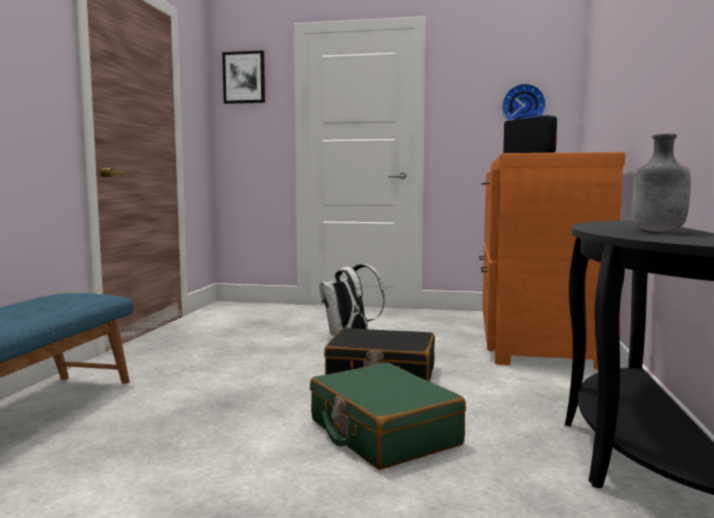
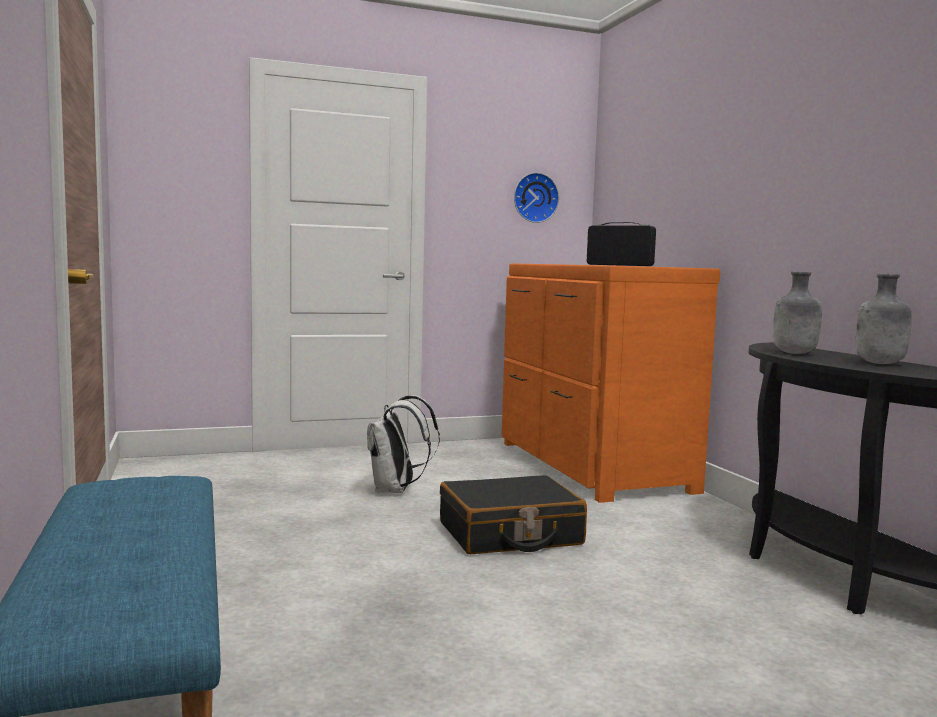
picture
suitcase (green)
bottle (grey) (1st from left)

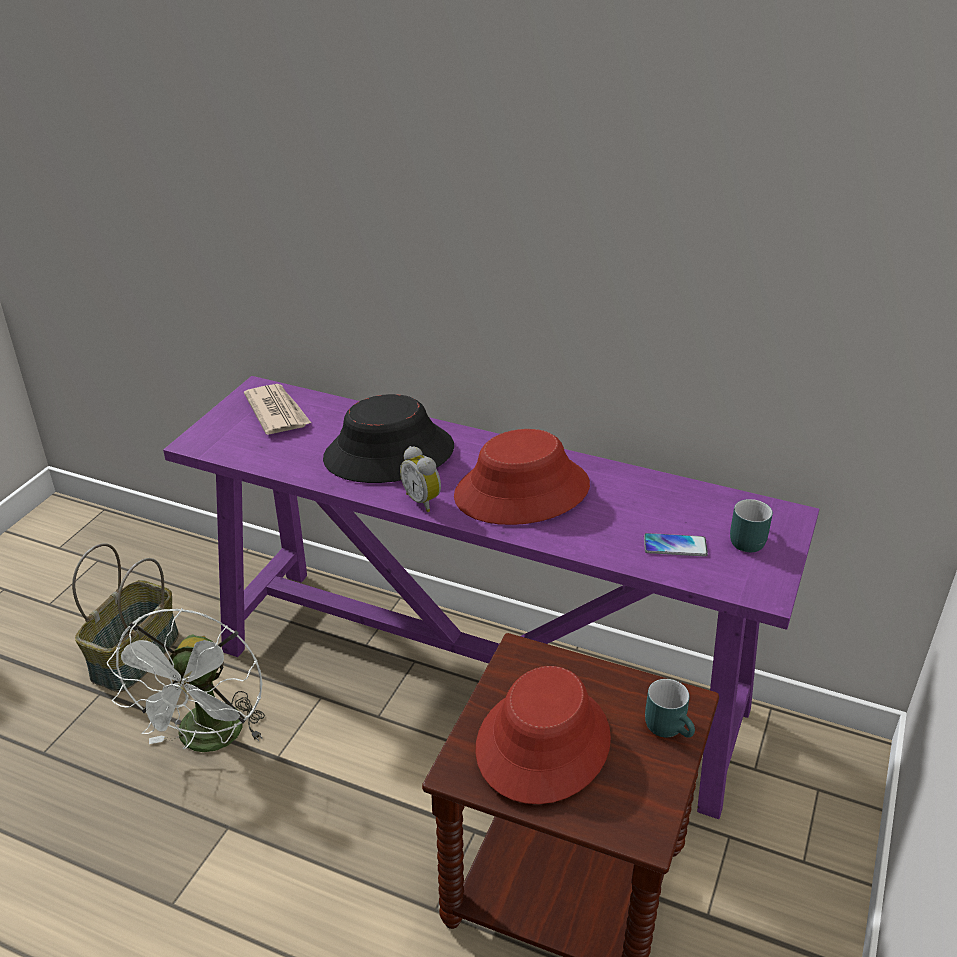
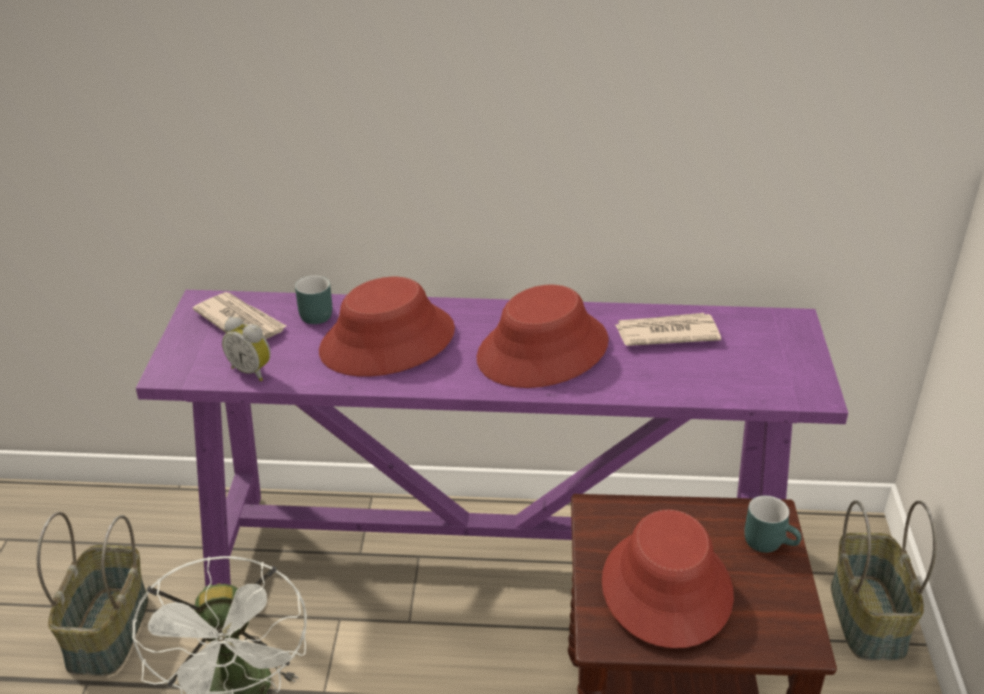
phone
newspaper (2nd from left)
basket (2nd from left)
alarm clock
mug (turquoise) (1st from left)
hat (red) (1st from left)

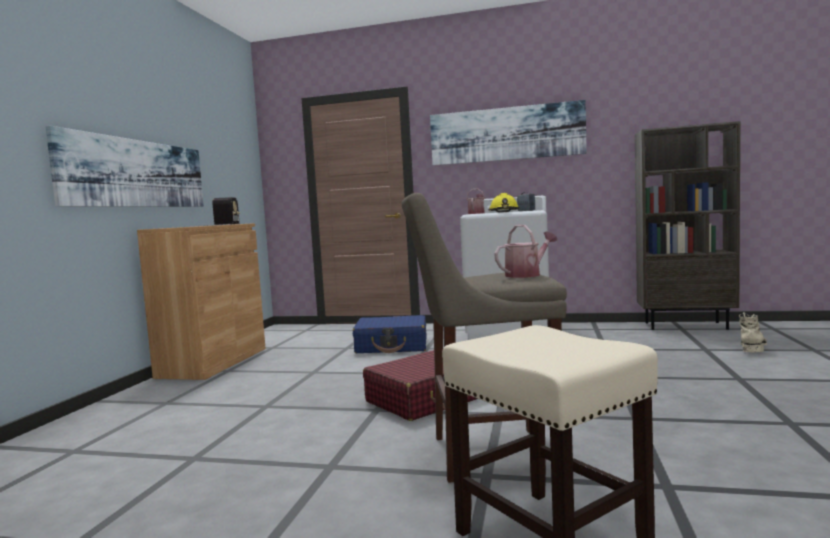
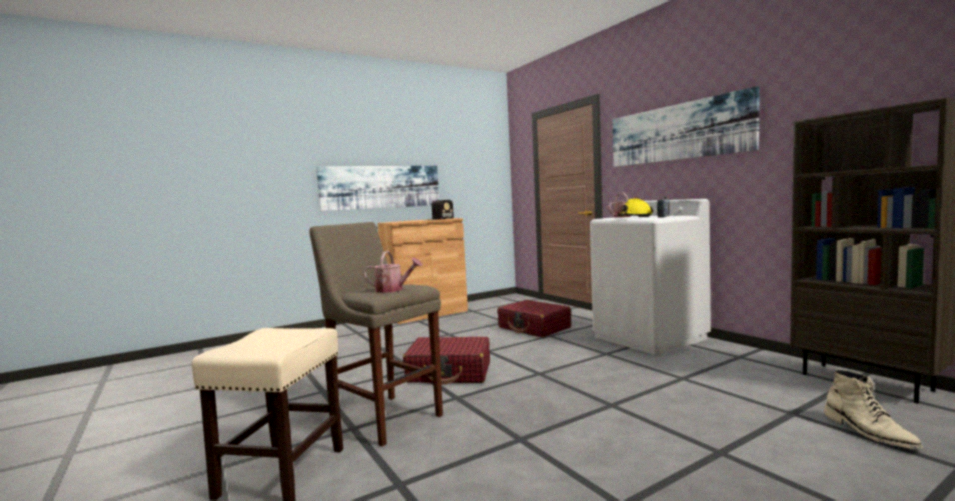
suitcase (red) (2nd from left)
boot (beige)

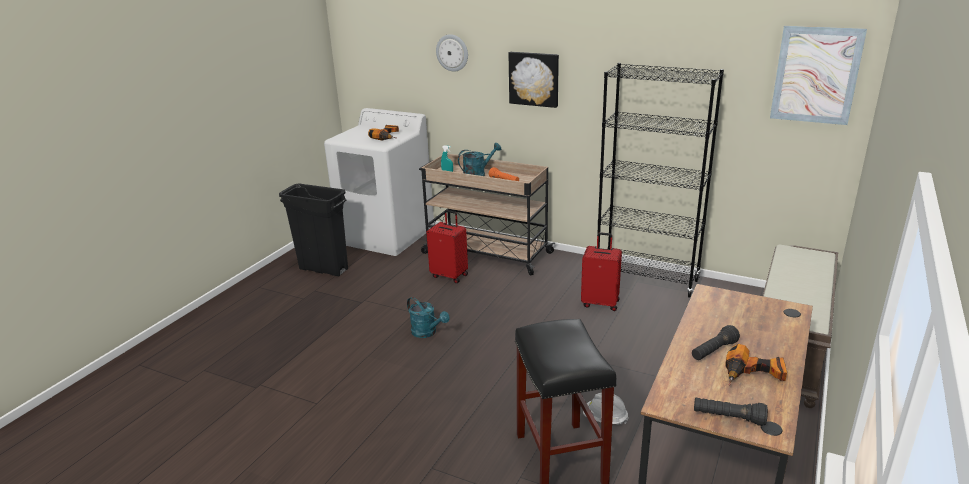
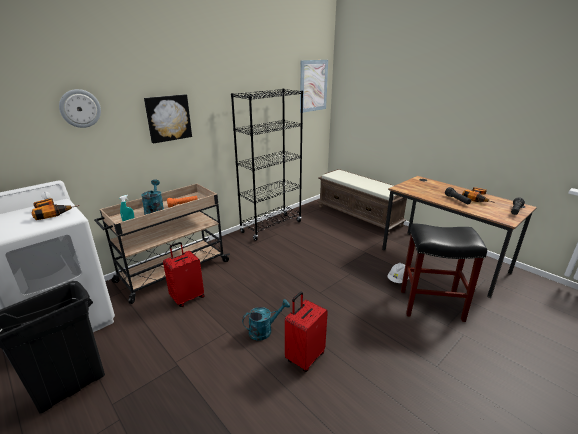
suitcase (red) (2nd from left)

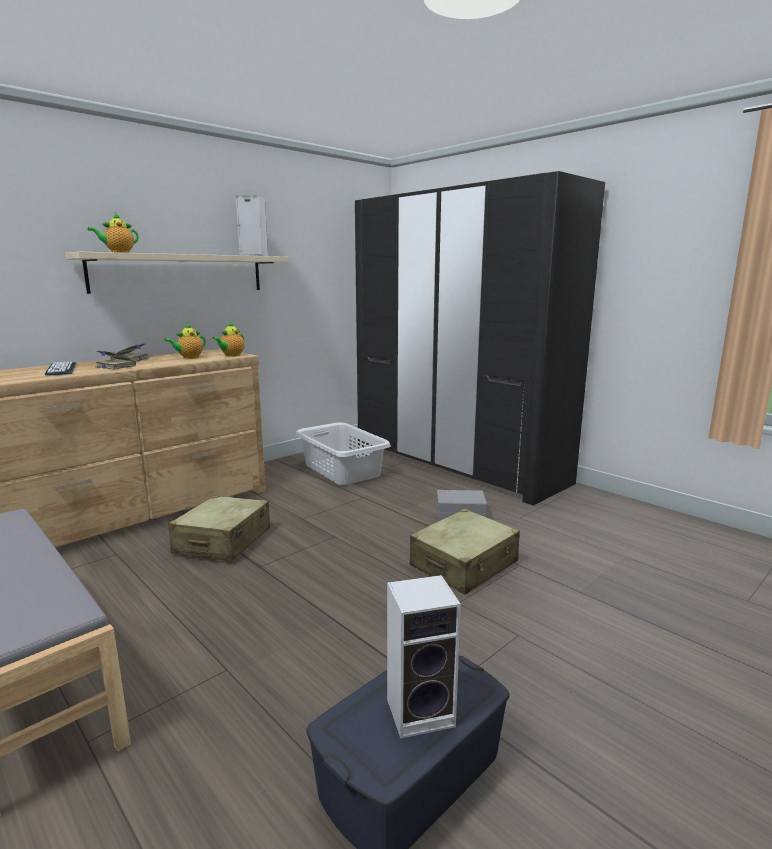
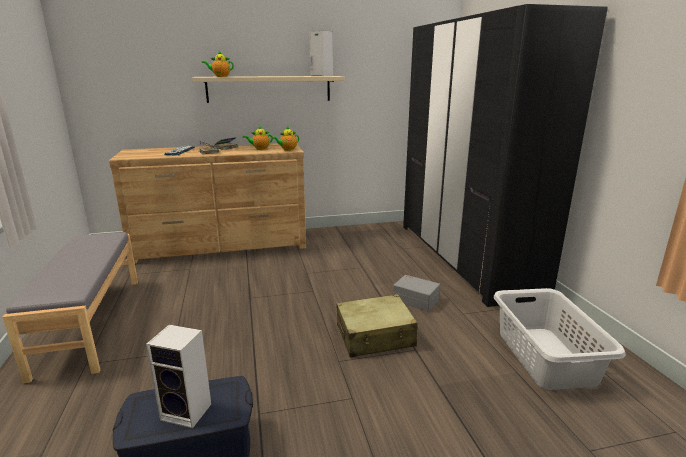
suitcase (beige) (1st from left in the first image)
laundry basket (grey)

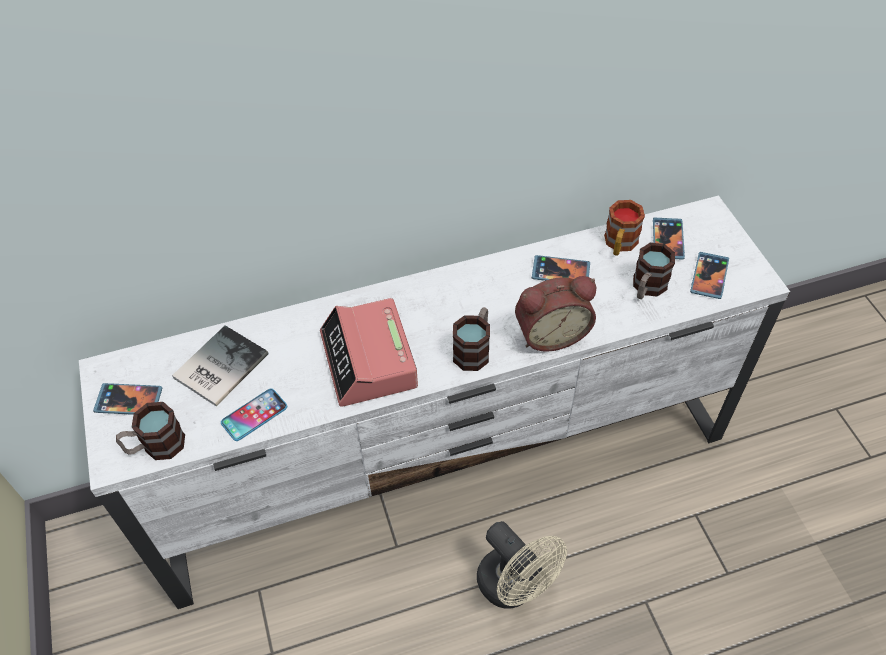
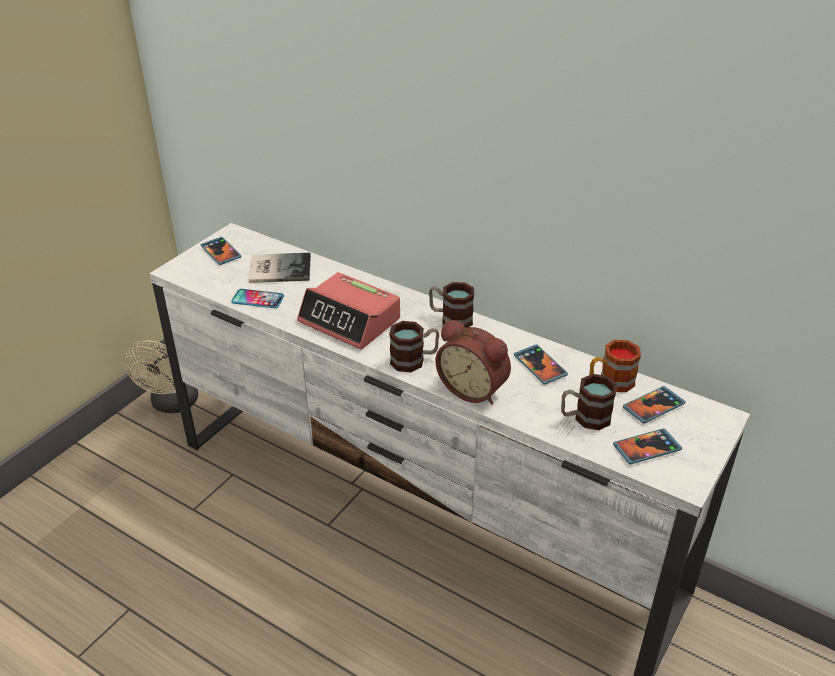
mug (2nd from left)
fan (beige)
alarm clock (1st from left)

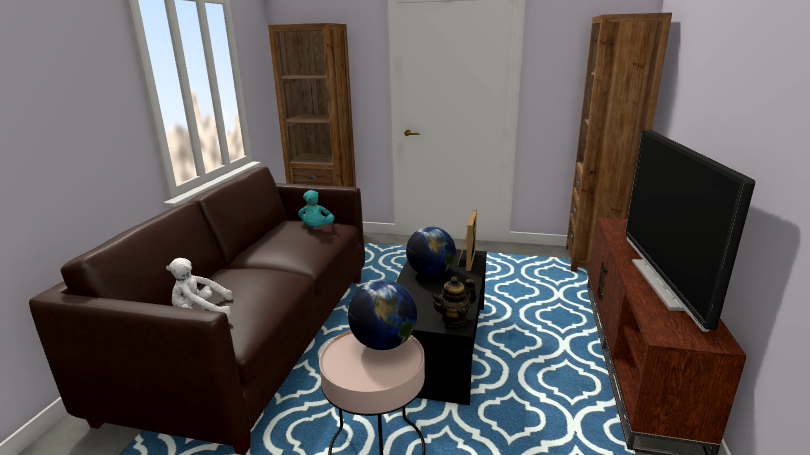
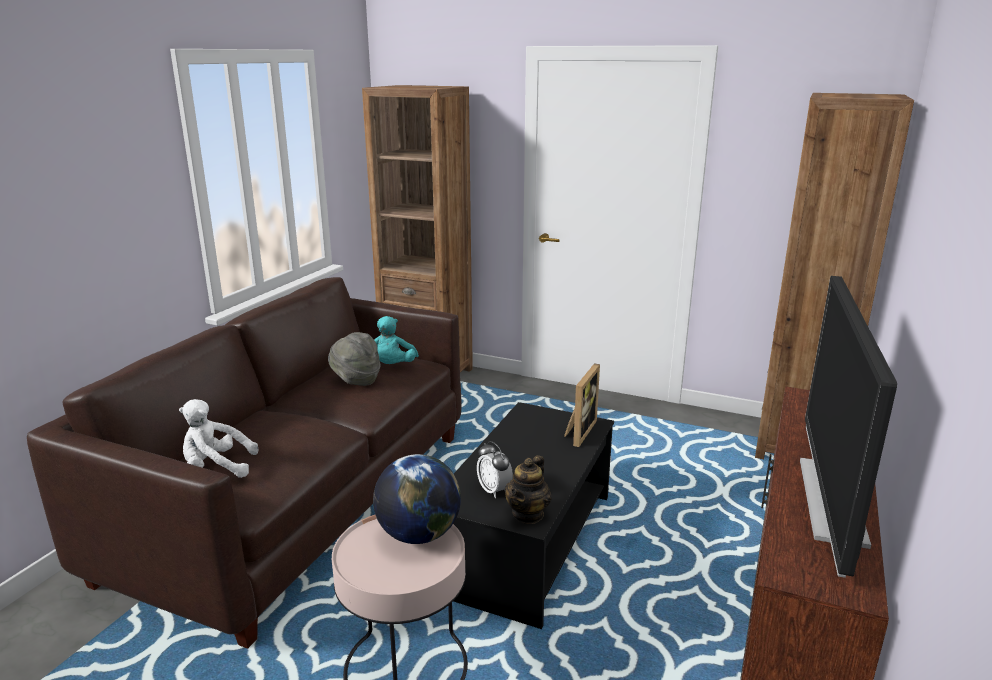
globe (2nd from left in the first image)
hat (grey)
alarm clock
teapot

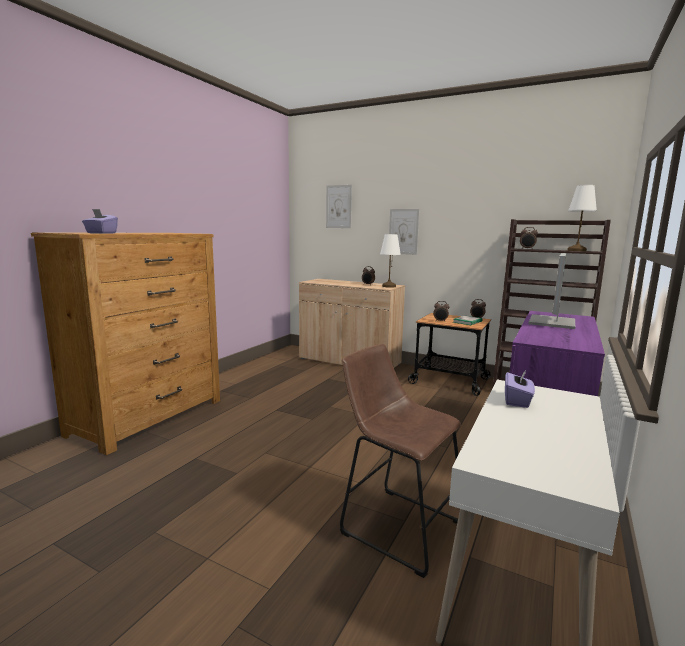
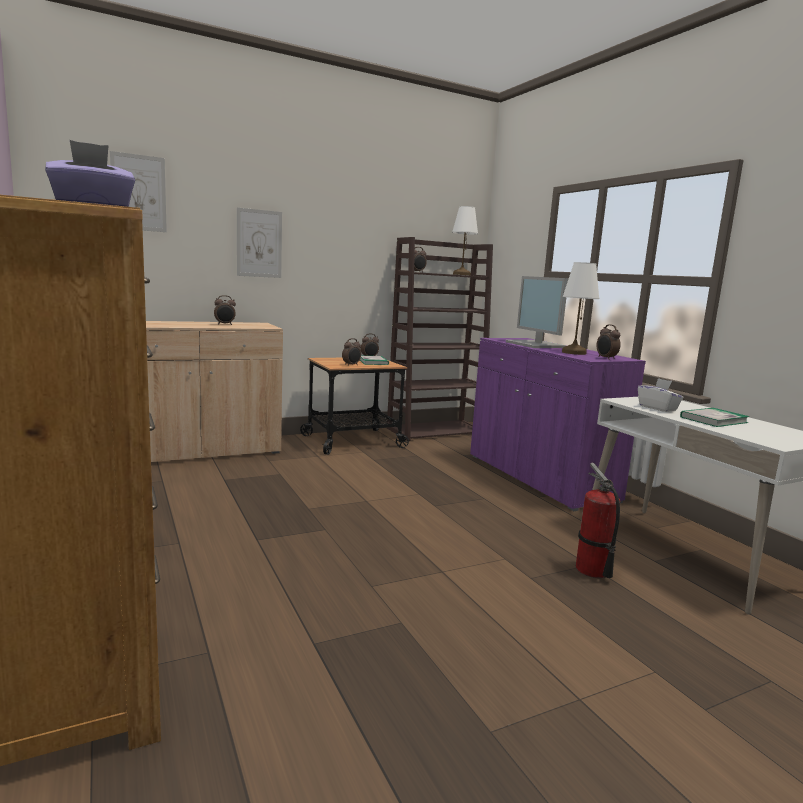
alarm clock (5th from left)
book (2nd from left)
table lamp (white) (2nd from left)
fire extinguisher
tissue box (white)

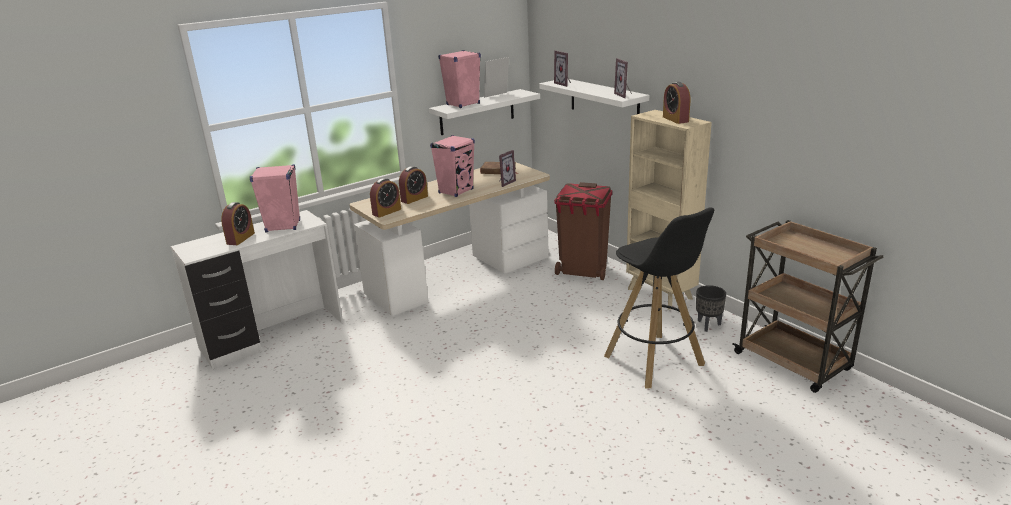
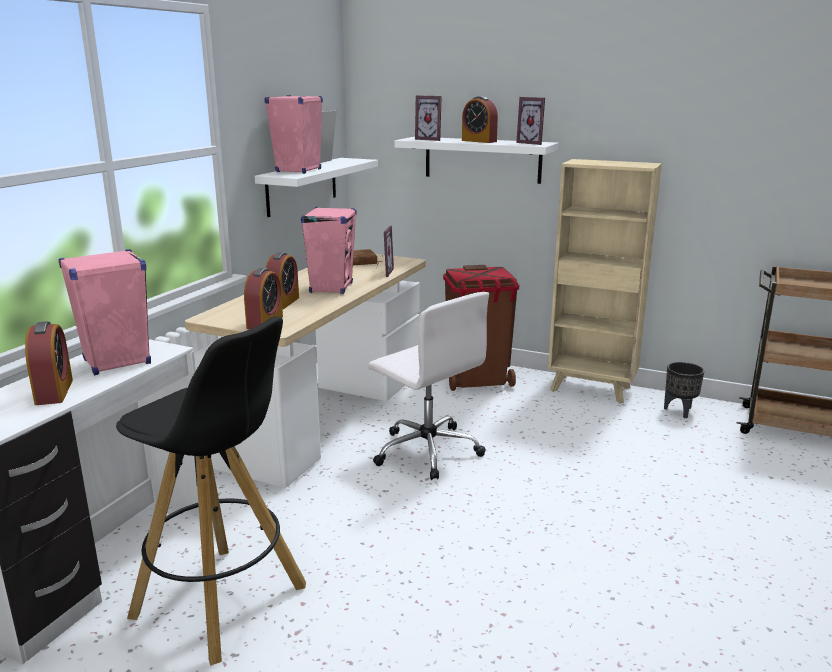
office chair (white)
stool (black)
alarm clock (4th from left)

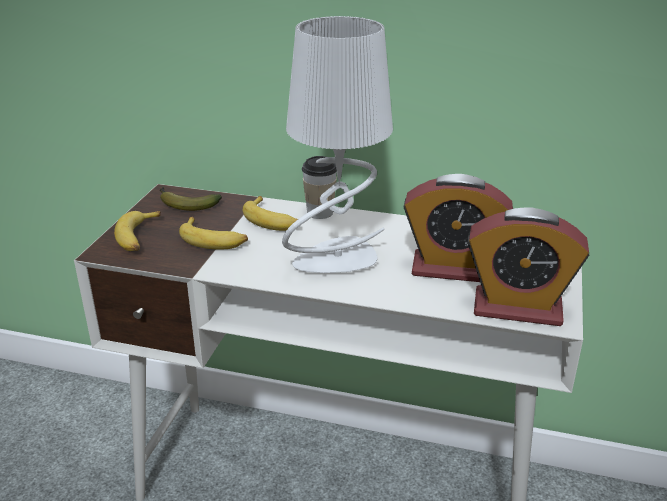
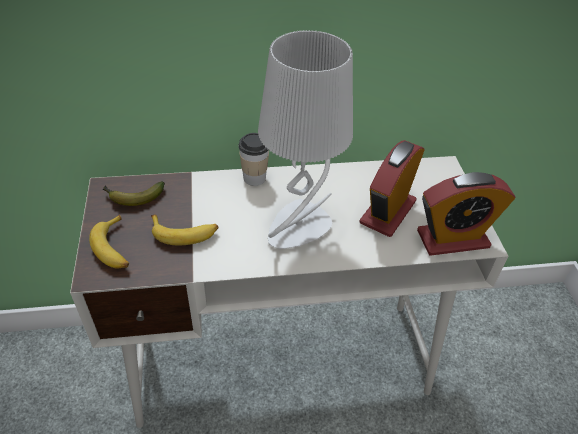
banana (4th from left in the first image)
alarm clock (1st from left)

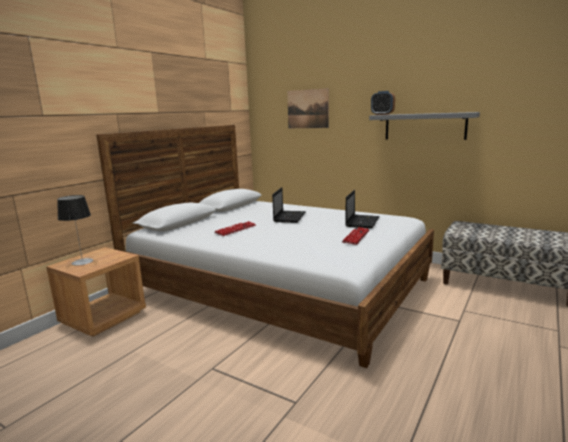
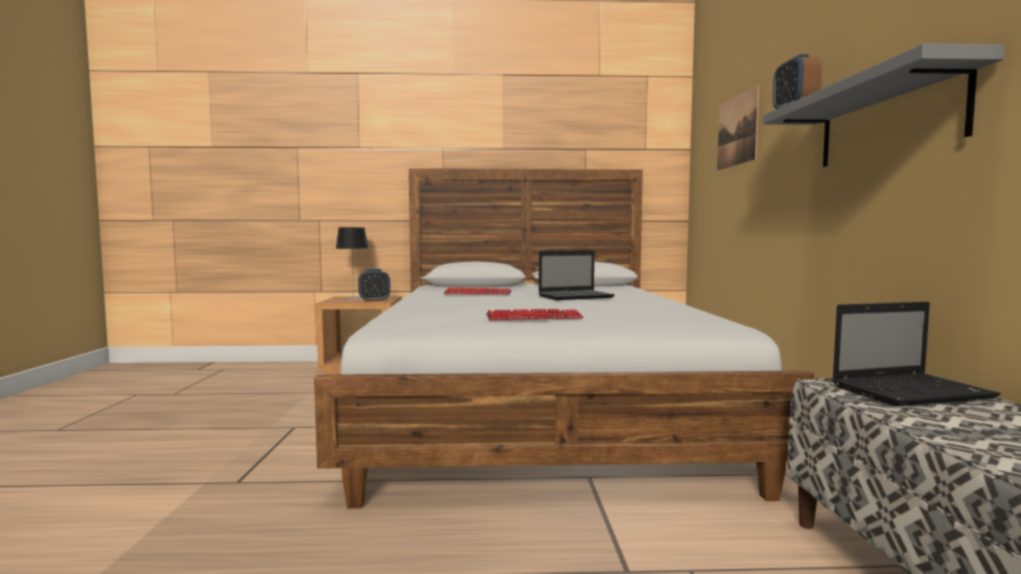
alarm clock (1st from left)
laptop (2nd from left)

